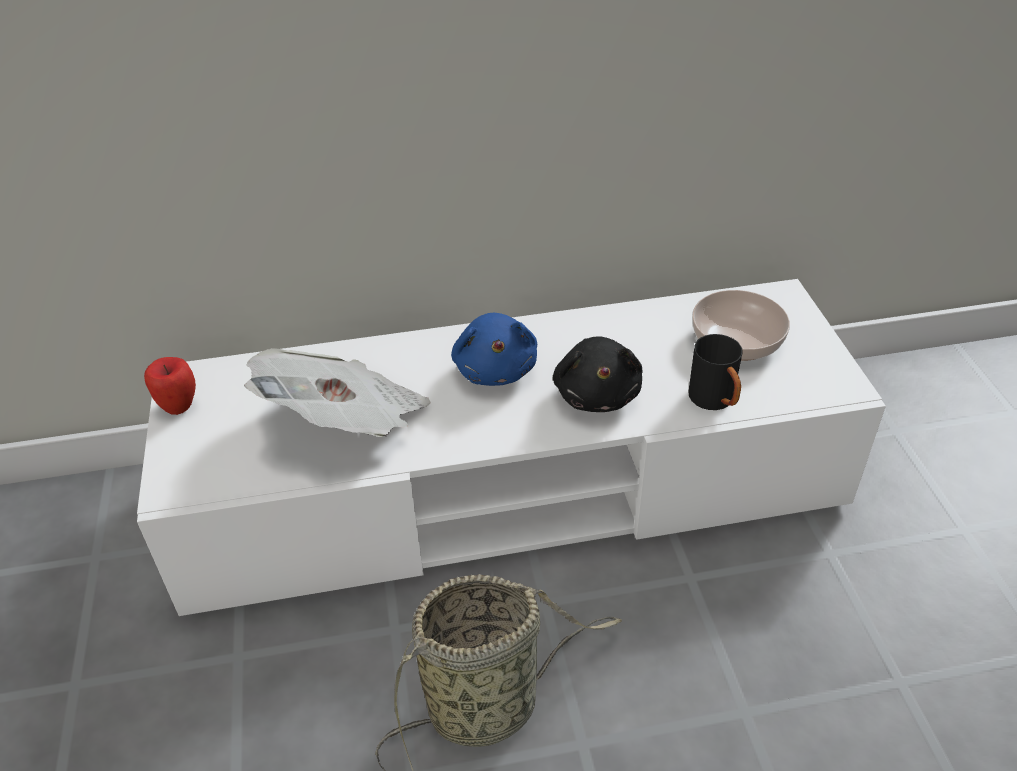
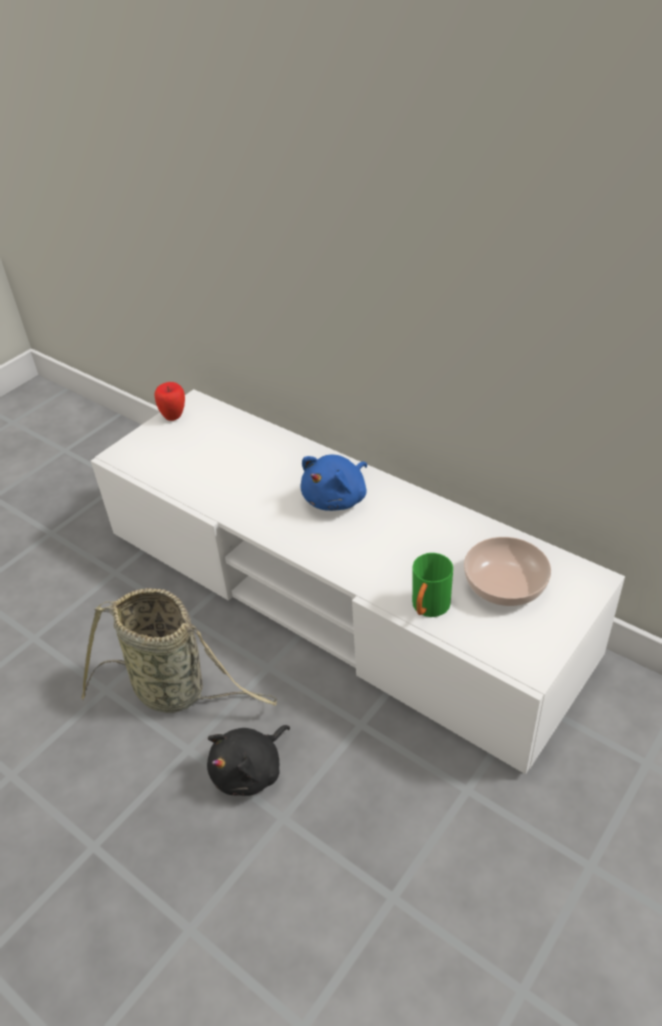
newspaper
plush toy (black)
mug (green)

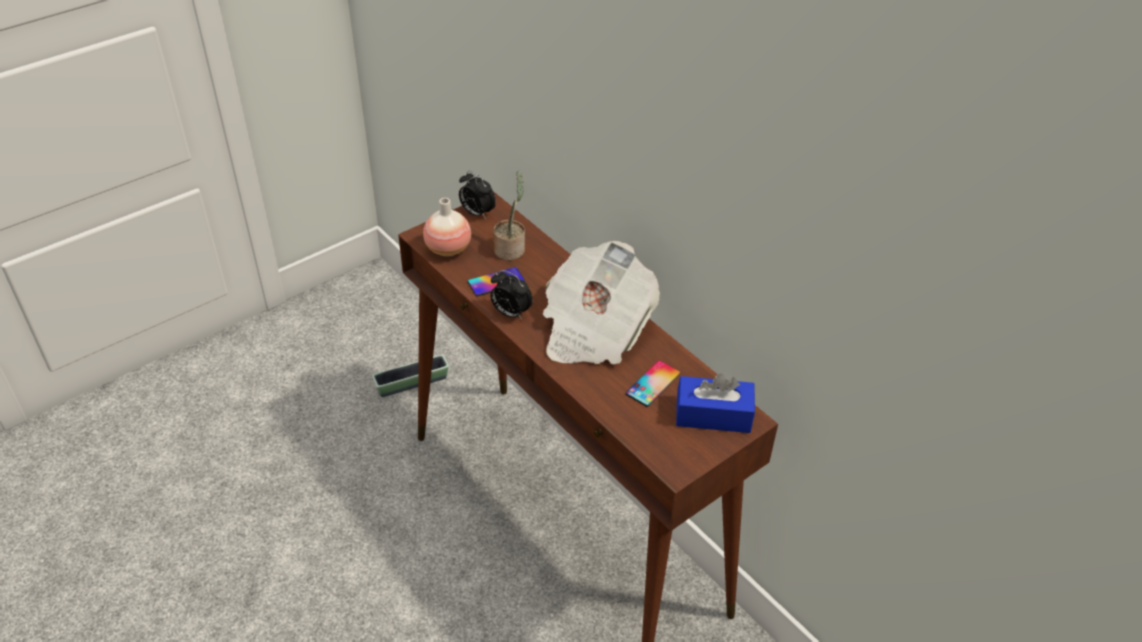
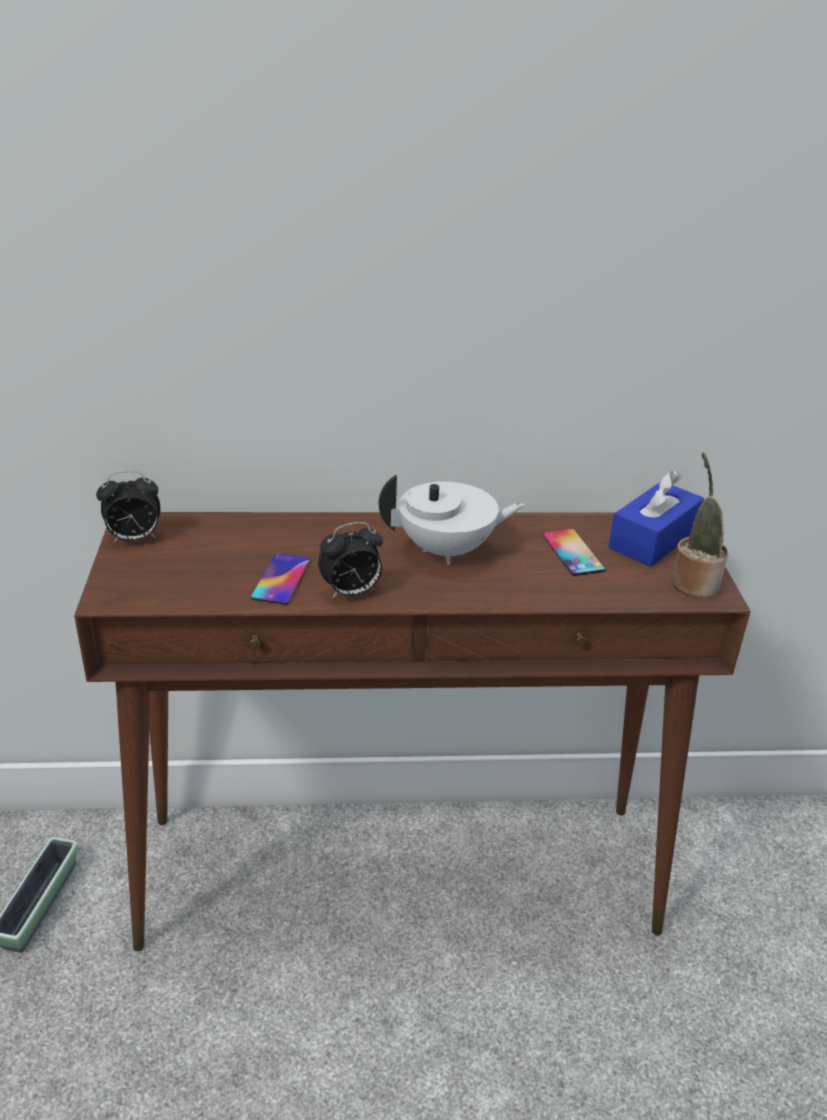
vase
potted plant
teapot (white)

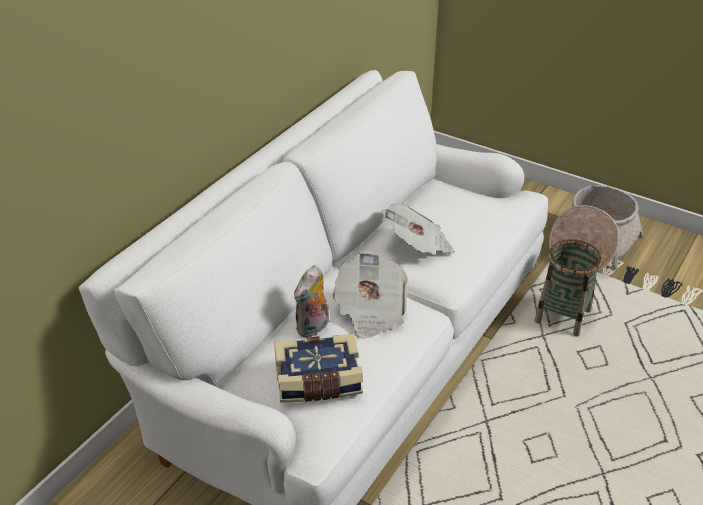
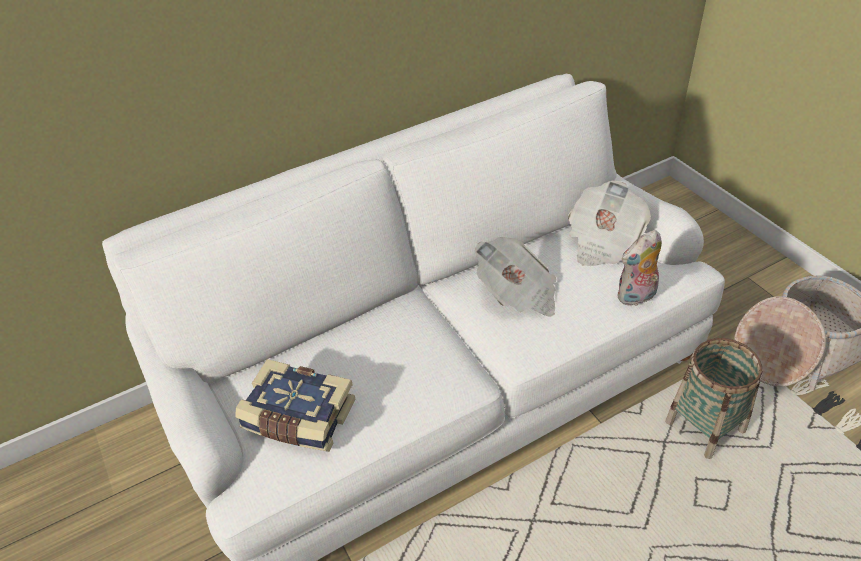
plush toy
newspaper (2nd from left)

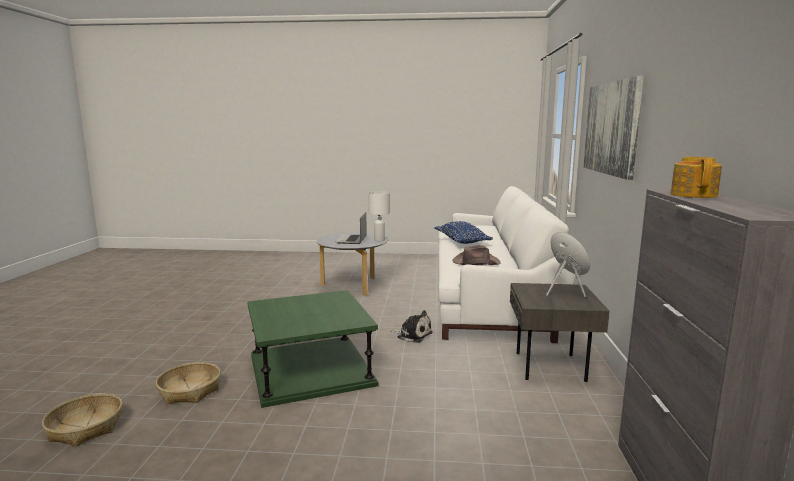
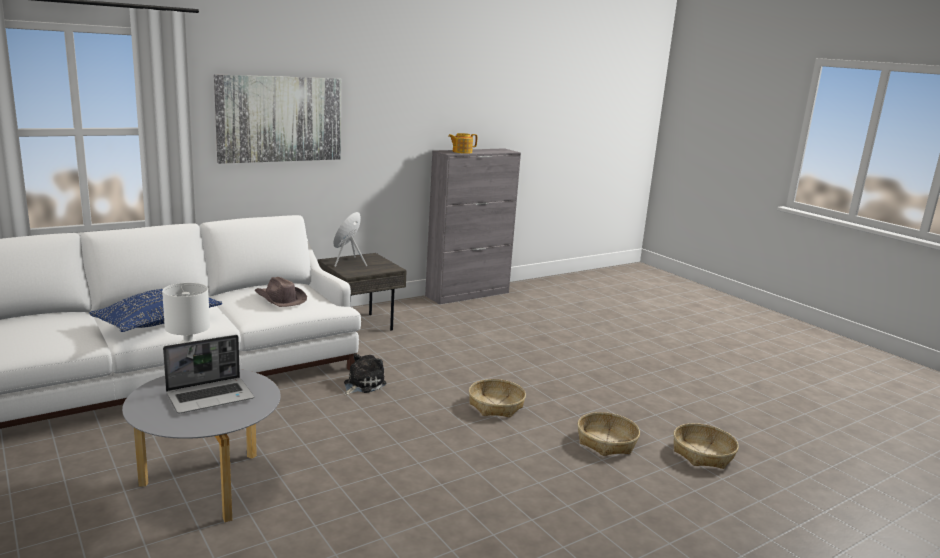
basket (1st from left)
plush toy

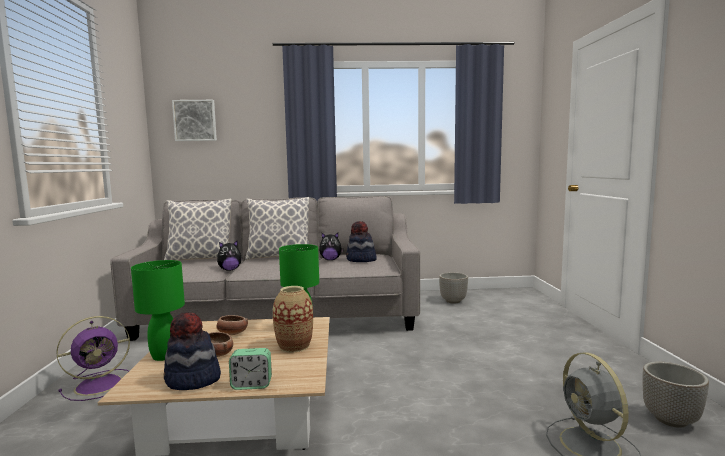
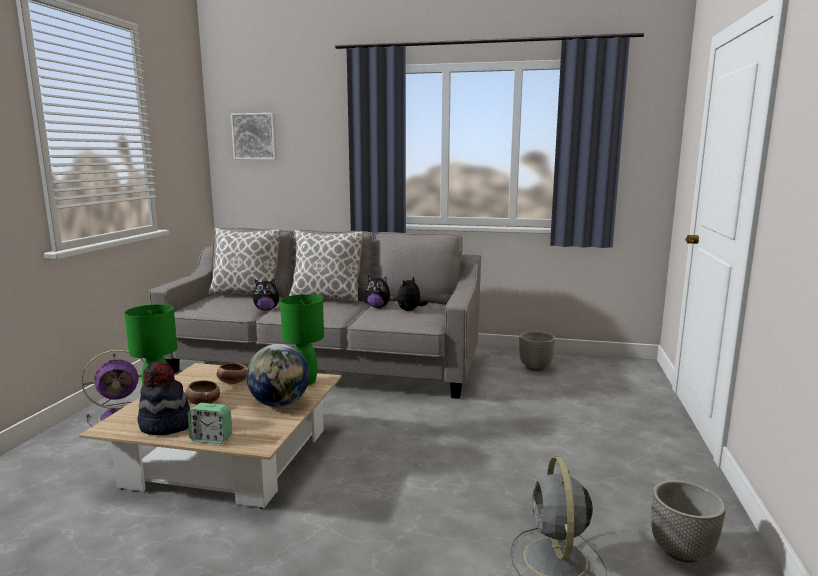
globe
plush toy (3rd from left)

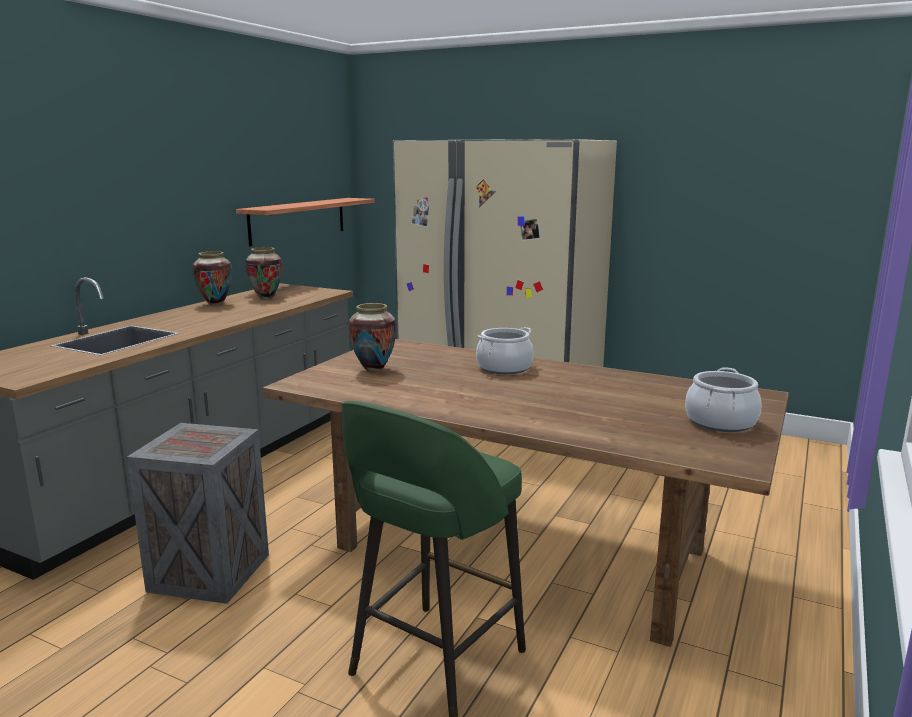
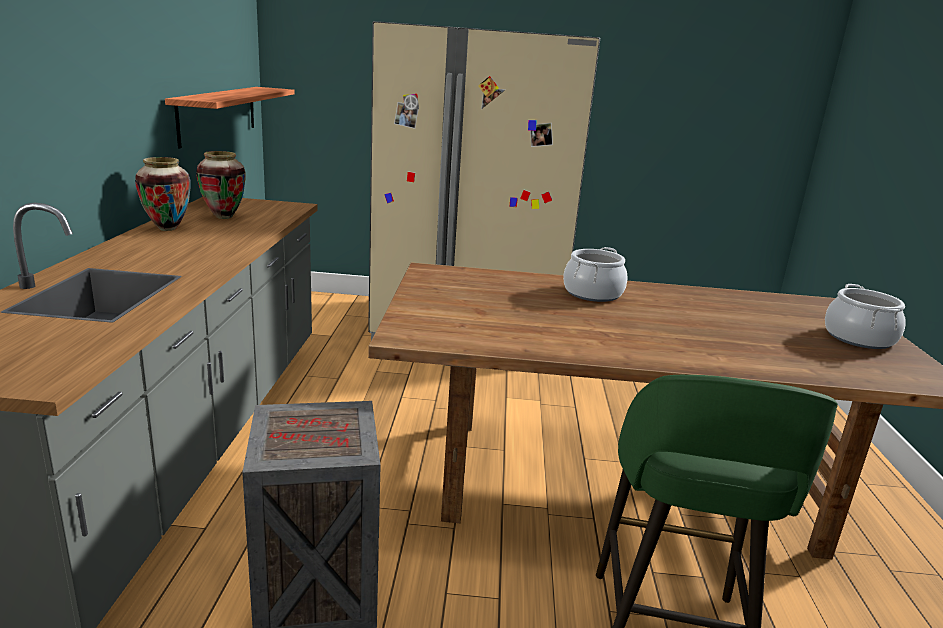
vase (3rd from left in the first image)

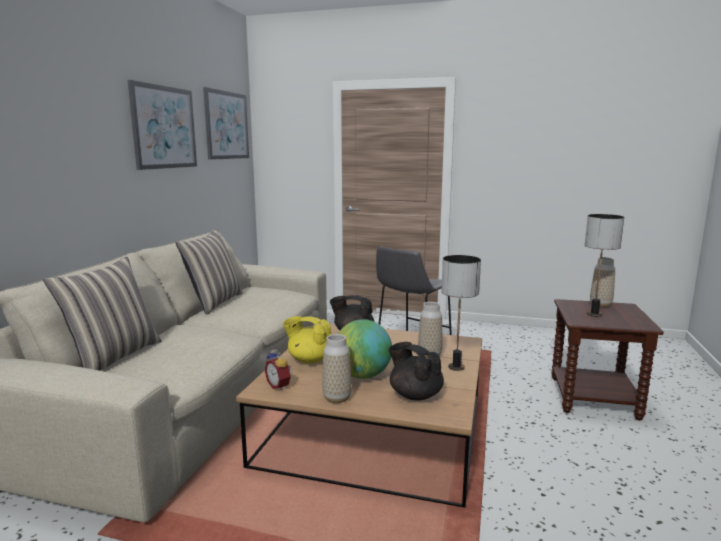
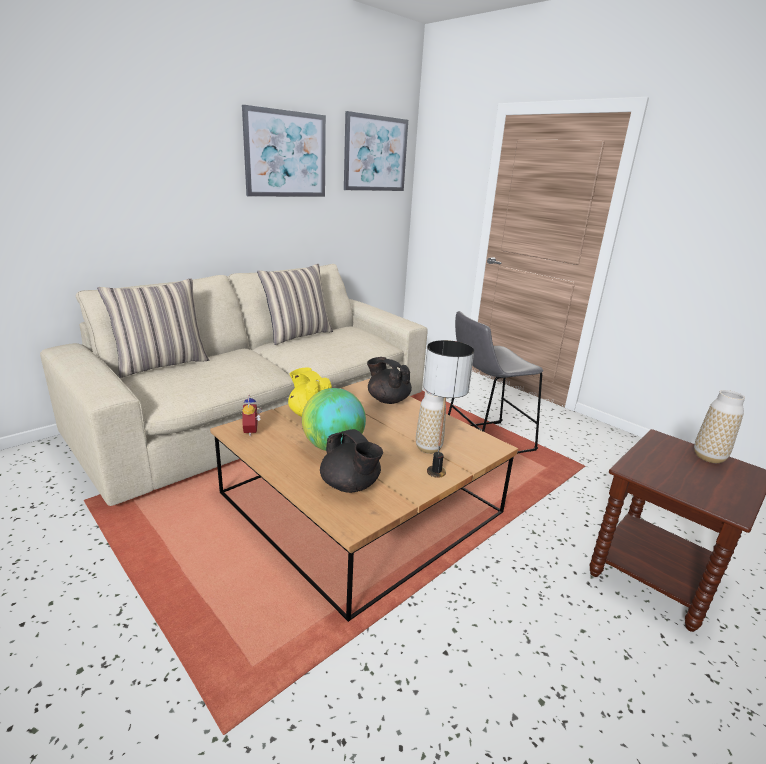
vase (1st from left in the first image)
table lamp (2nd from left in the first image)
teapot (black) (1st from left)

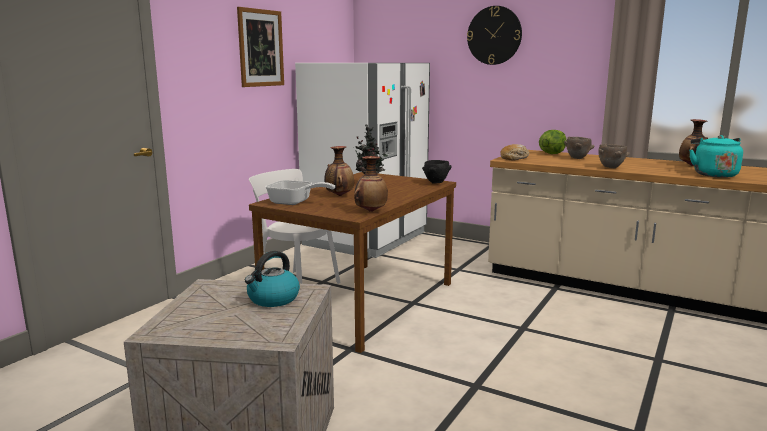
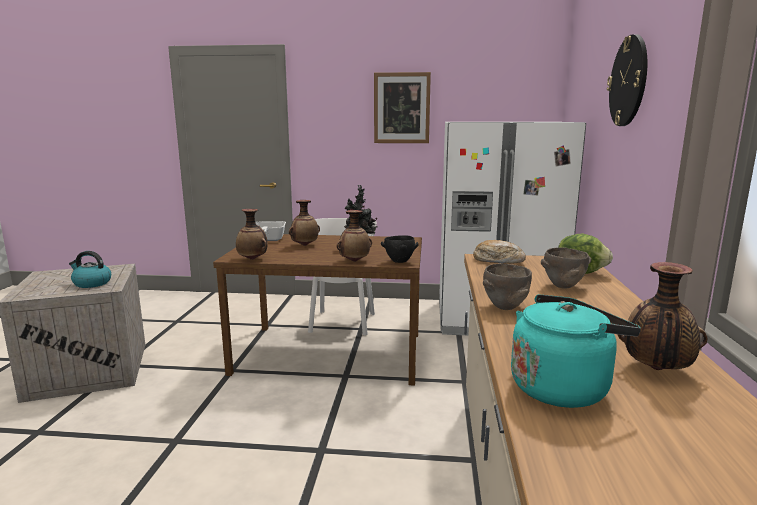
vase (3rd from left)

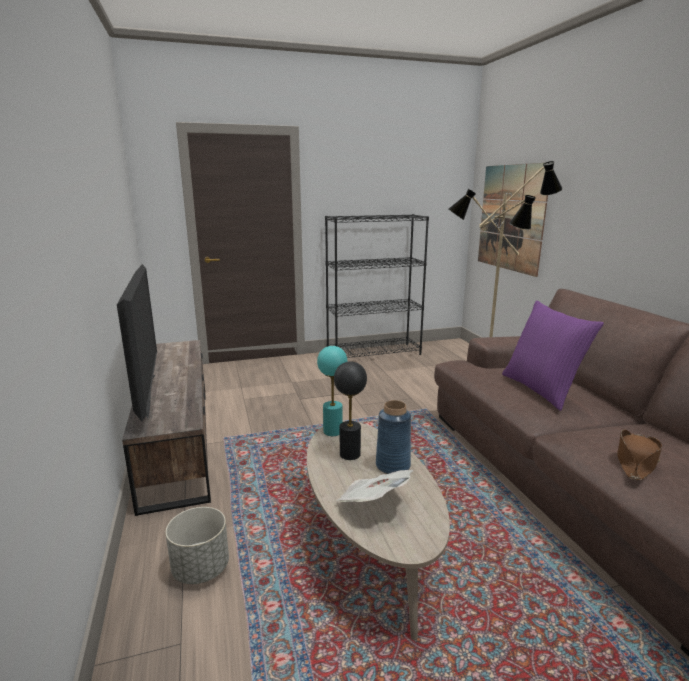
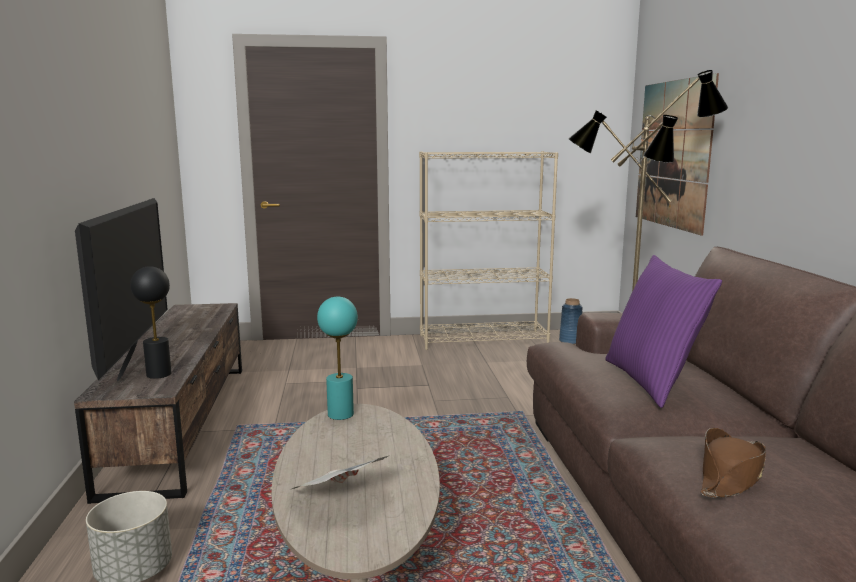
table lamp (black)
vase (blue)
bookcase (beige)

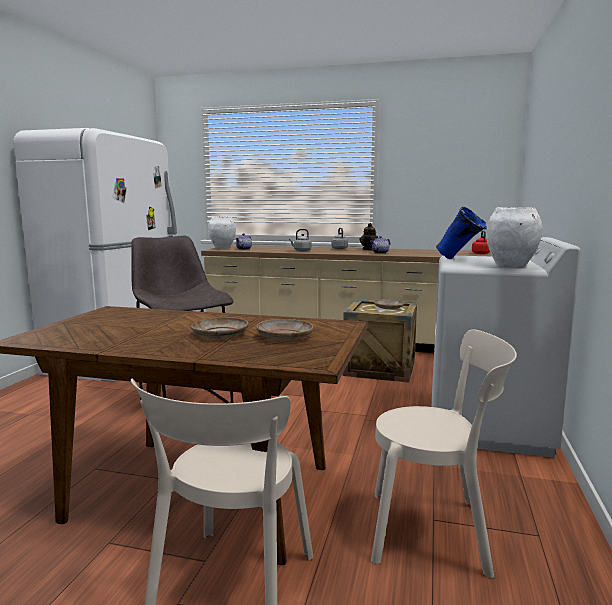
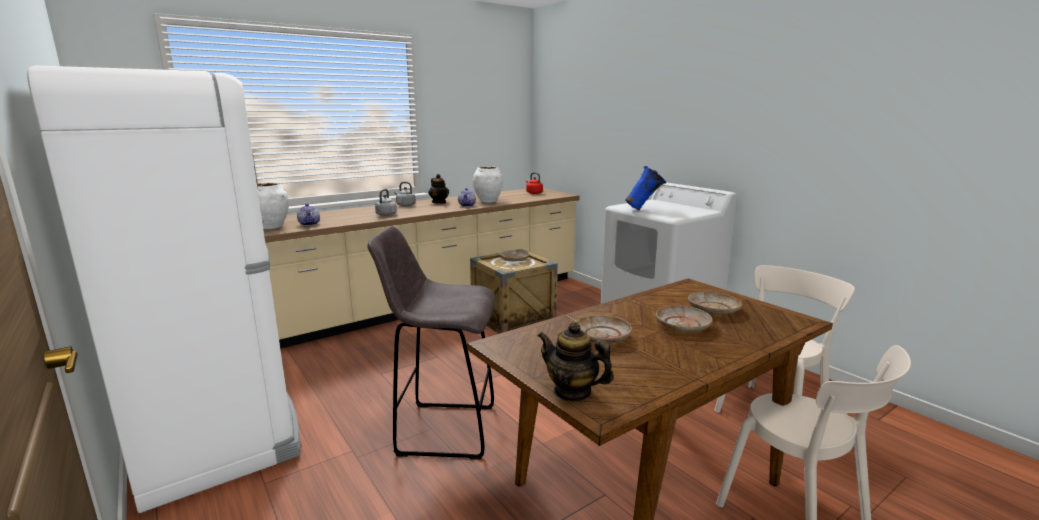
teapot (4th from left)
plate (beige) (2nd from left)
vase (white) (2nd from left)

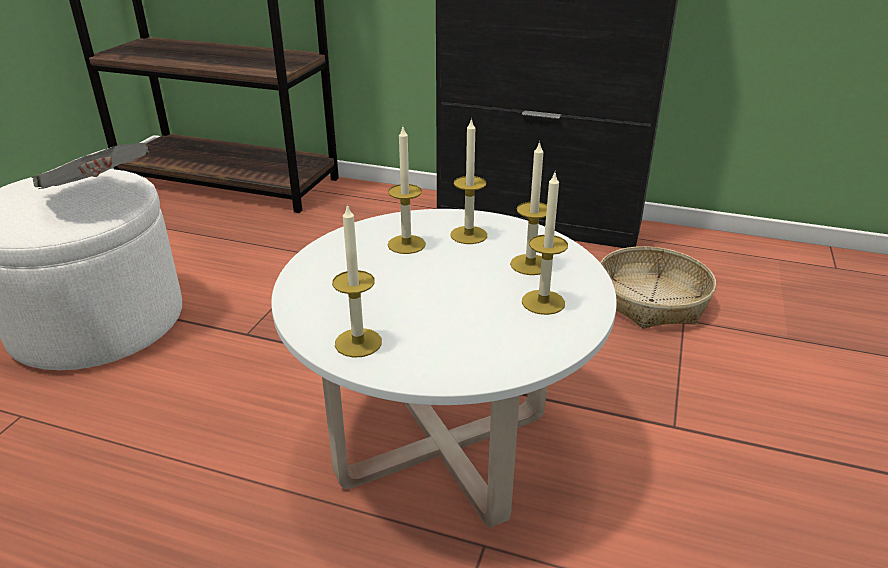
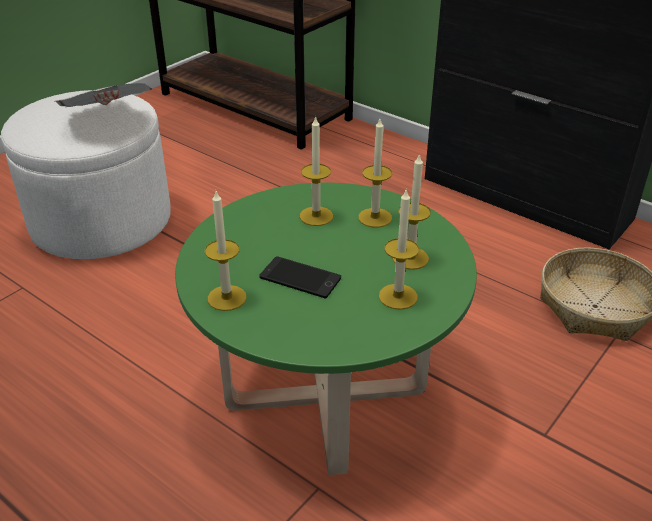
phone
coffee table (green)

